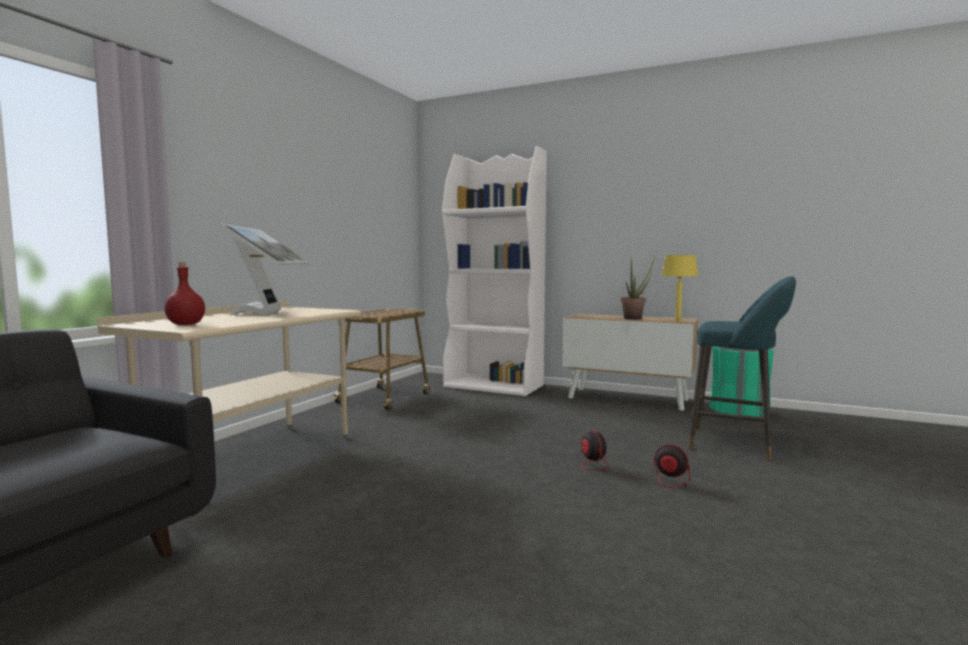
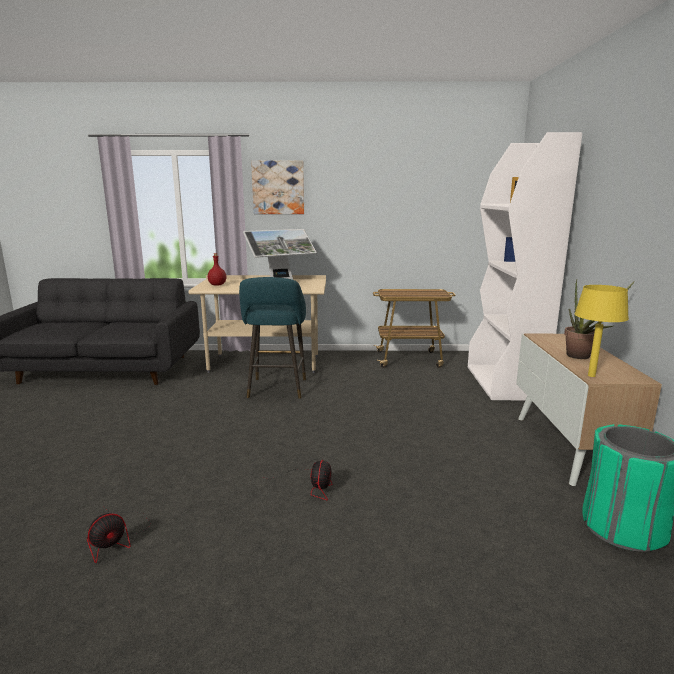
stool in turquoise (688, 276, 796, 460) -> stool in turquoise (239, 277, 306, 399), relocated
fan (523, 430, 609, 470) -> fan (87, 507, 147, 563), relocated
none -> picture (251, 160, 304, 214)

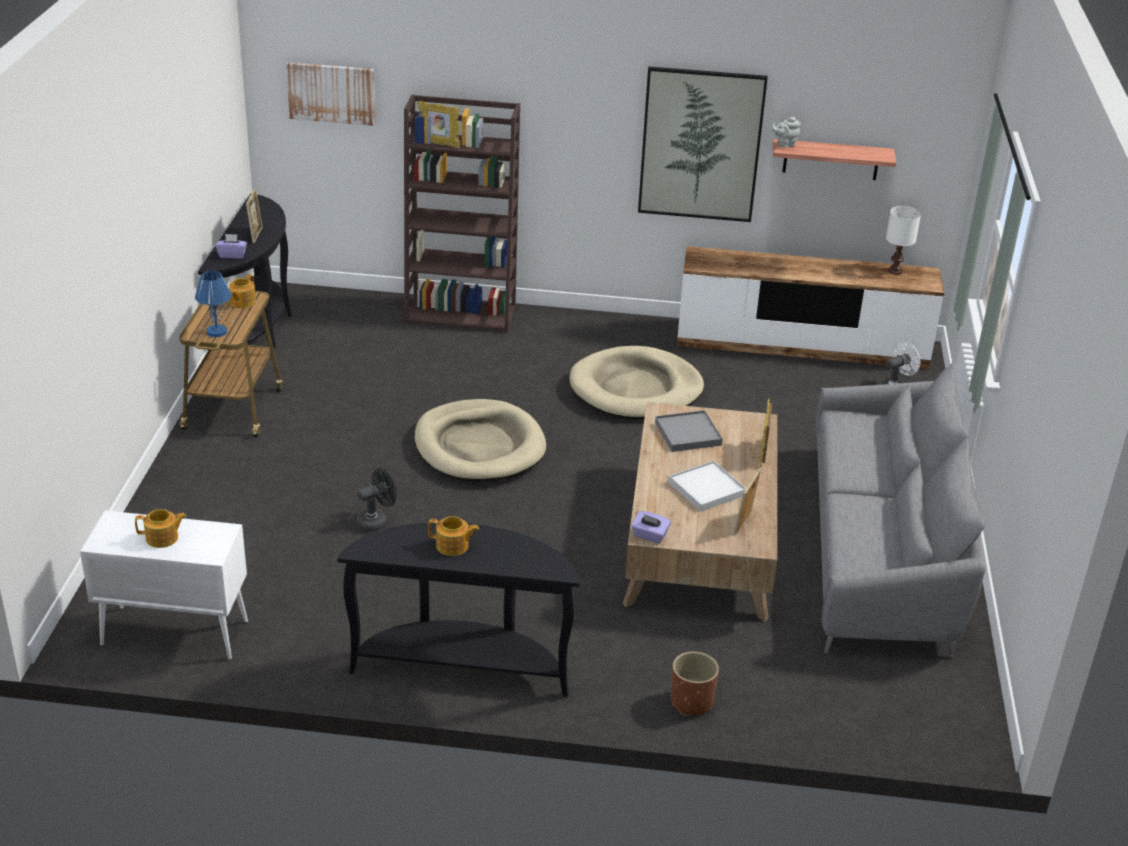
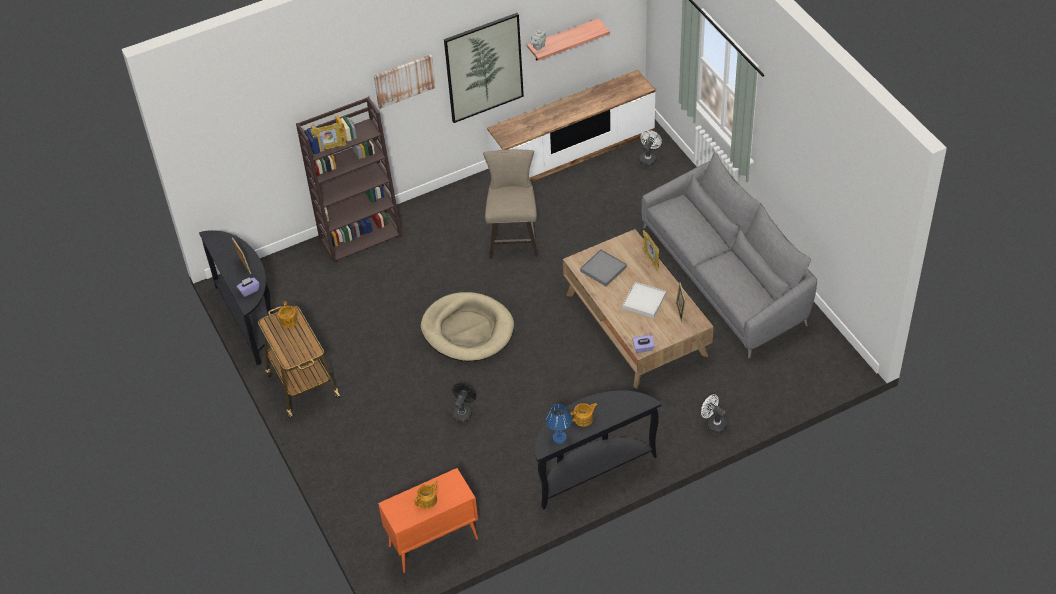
picture (286, 62, 375, 126) -> picture (374, 55, 436, 109), relocated
table lamp in white (886, 206, 921, 275) -> none
table lamp in blue (195, 271, 232, 337) -> table lamp in blue (546, 404, 572, 444), relocated
dog bed in beige (569, 346, 704, 420) -> stool in beige (483, 149, 538, 259)
cabinet in white (80, 510, 248, 660) -> cabinet in orange (378, 468, 478, 573)
planter in brown (671, 651, 719, 716) -> fan in white (701, 394, 727, 434)

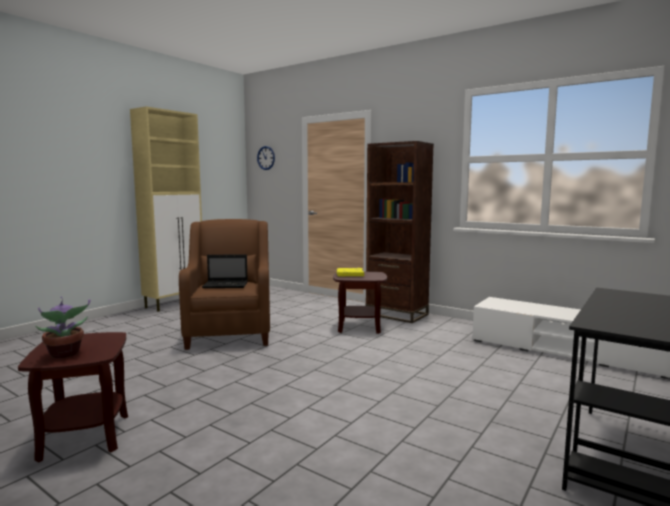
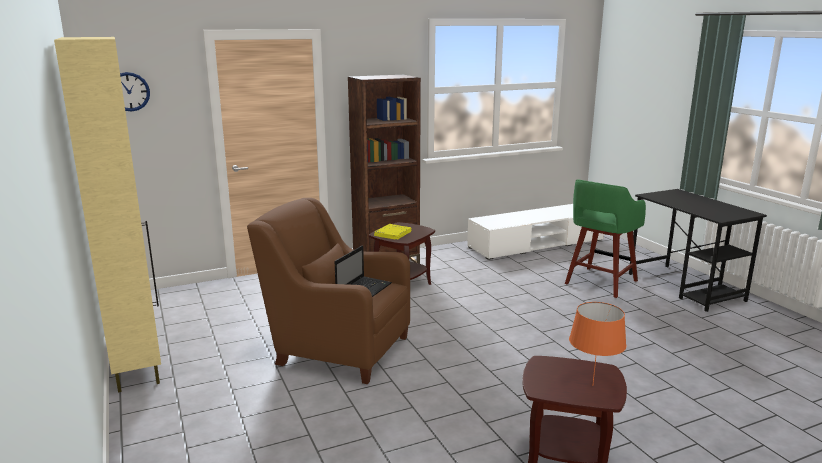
potted plant (35, 297, 91, 358) -> table lamp in orange (569, 302, 626, 386)
none -> stool in green (565, 180, 646, 298)

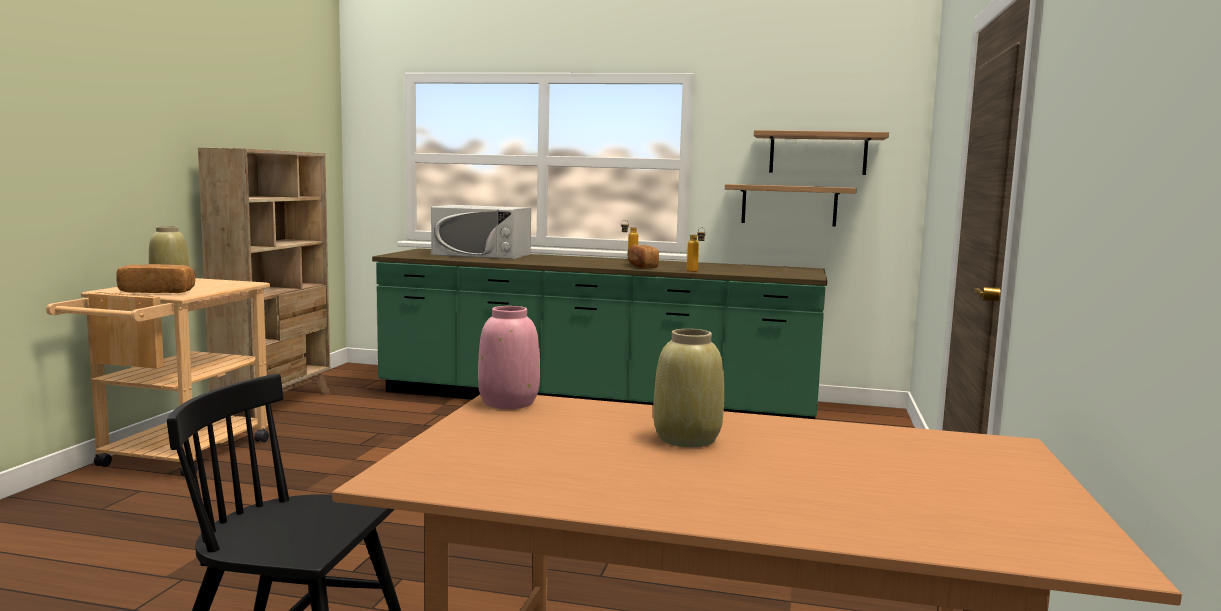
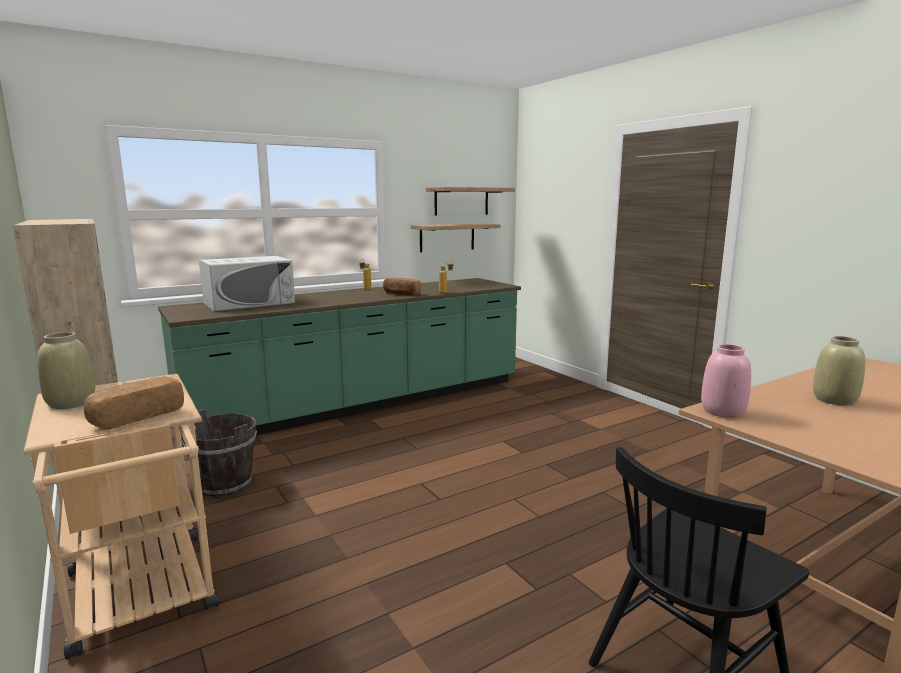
none -> bucket in brown (181, 409, 257, 497)

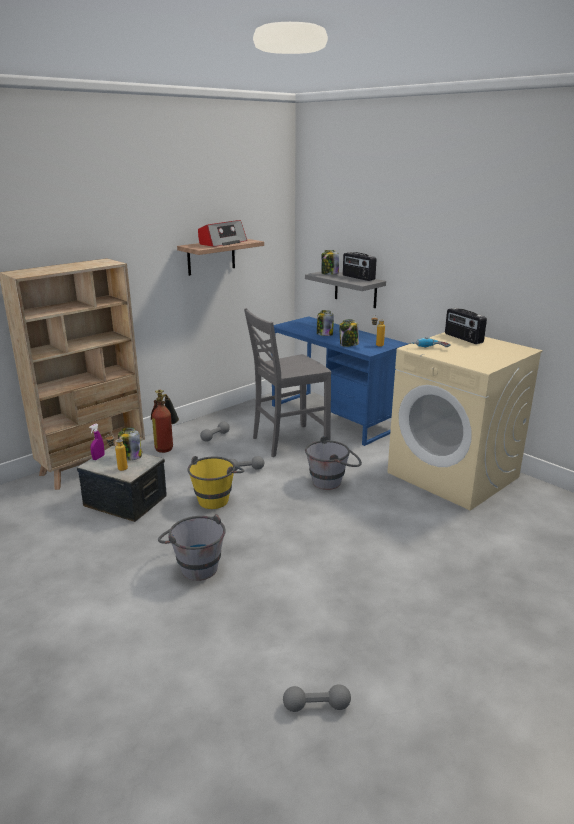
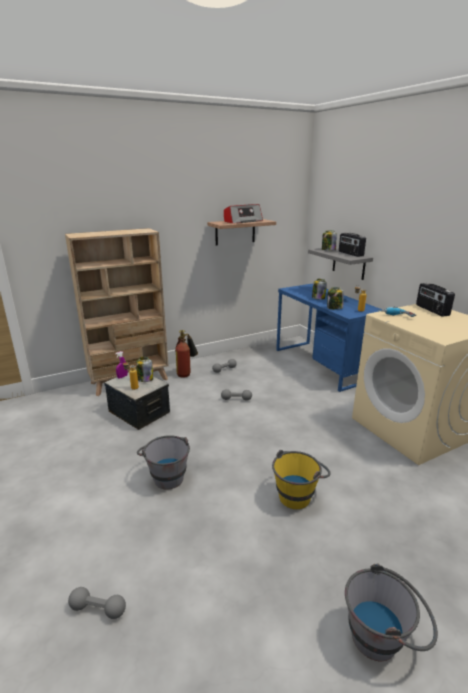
chair in grey (244, 308, 331, 457) -> none
bucket in grey (305, 436, 362, 490) -> bucket in grey (345, 563, 438, 661), relocated
bucket in yellow (188, 456, 244, 509) -> bucket in yellow (272, 450, 331, 509), relocated
dumbbell in grey (283, 684, 351, 712) -> dumbbell in grey (68, 587, 126, 619), relocated

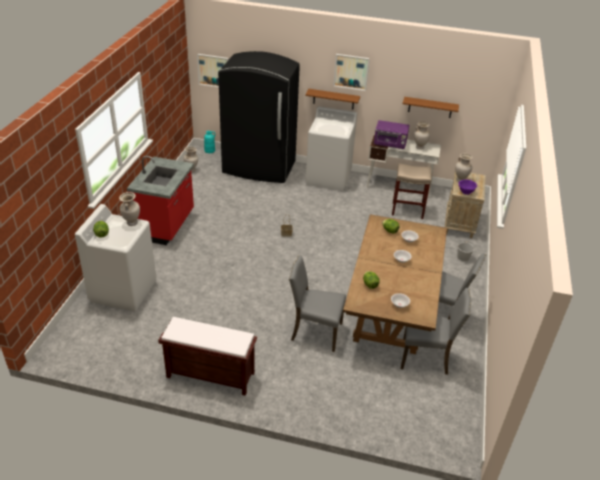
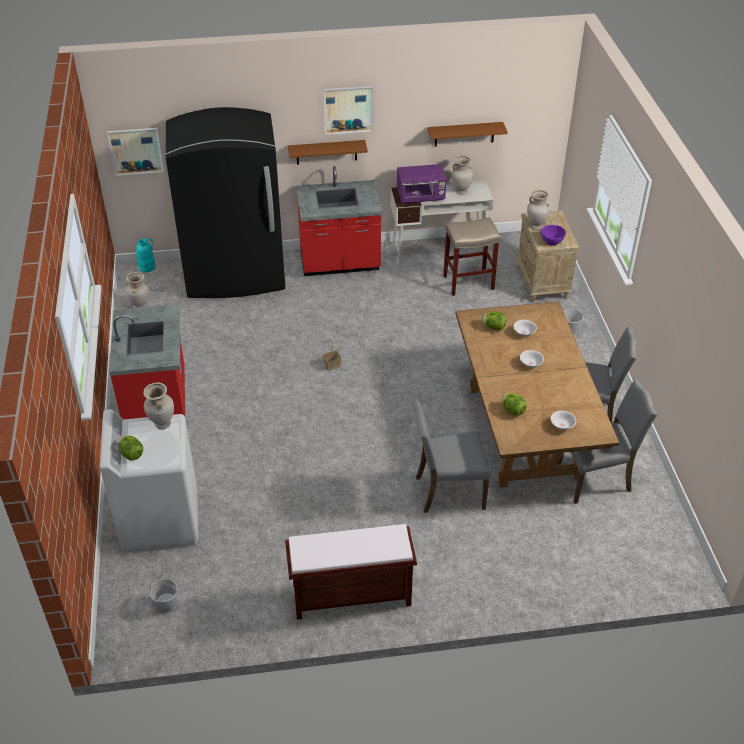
washing machine in white (306, 106, 357, 191) -> counter in red (296, 166, 382, 276)
none -> bucket in white (149, 579, 178, 613)

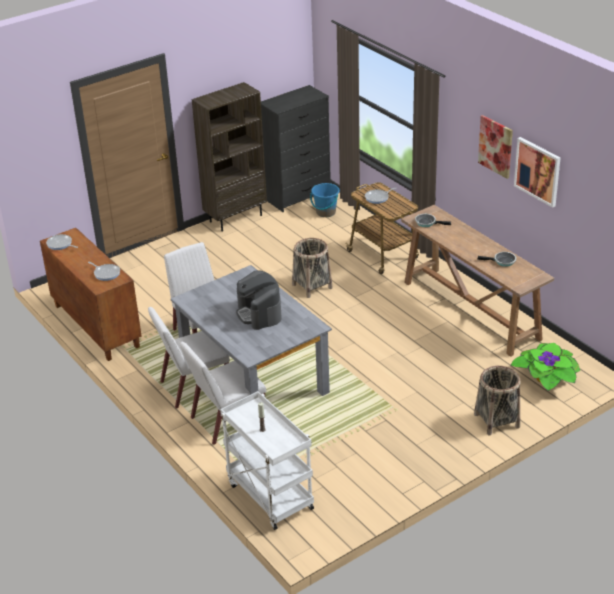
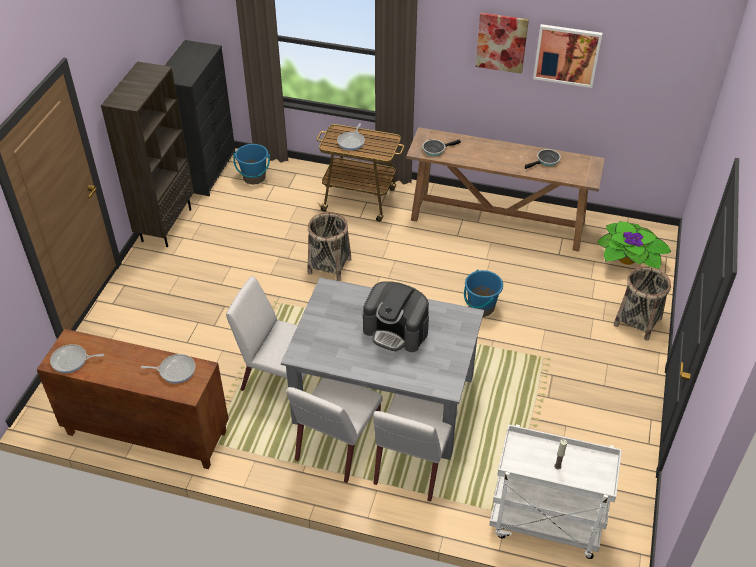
none -> bucket in blue (464, 270, 503, 317)

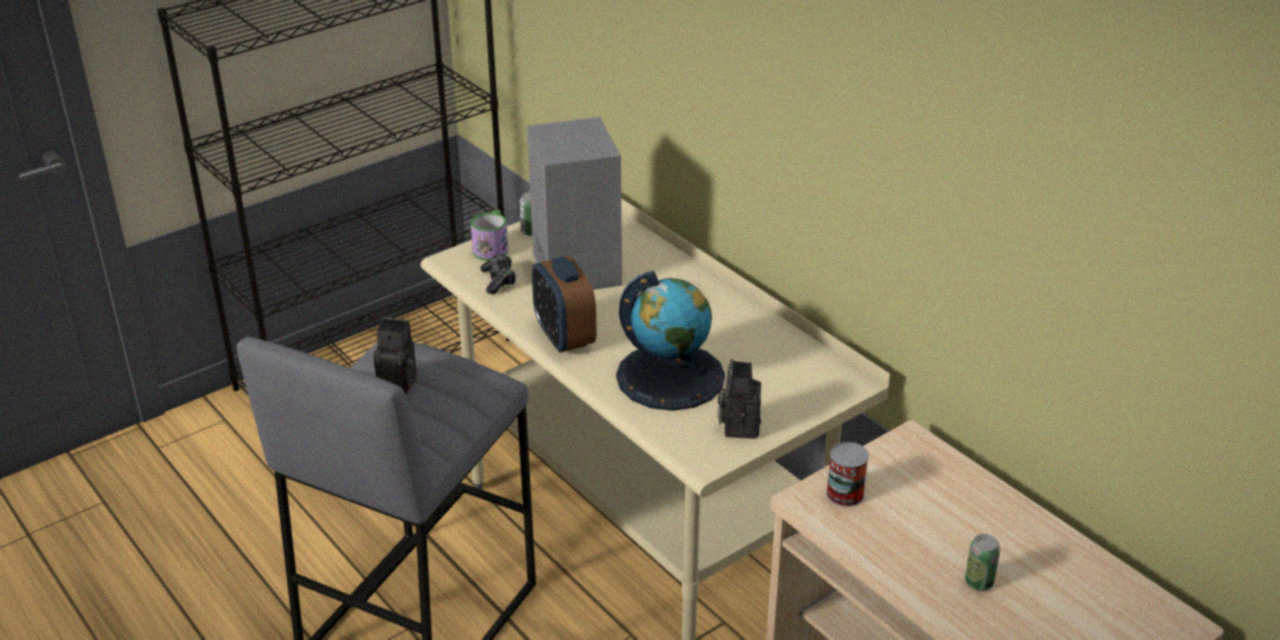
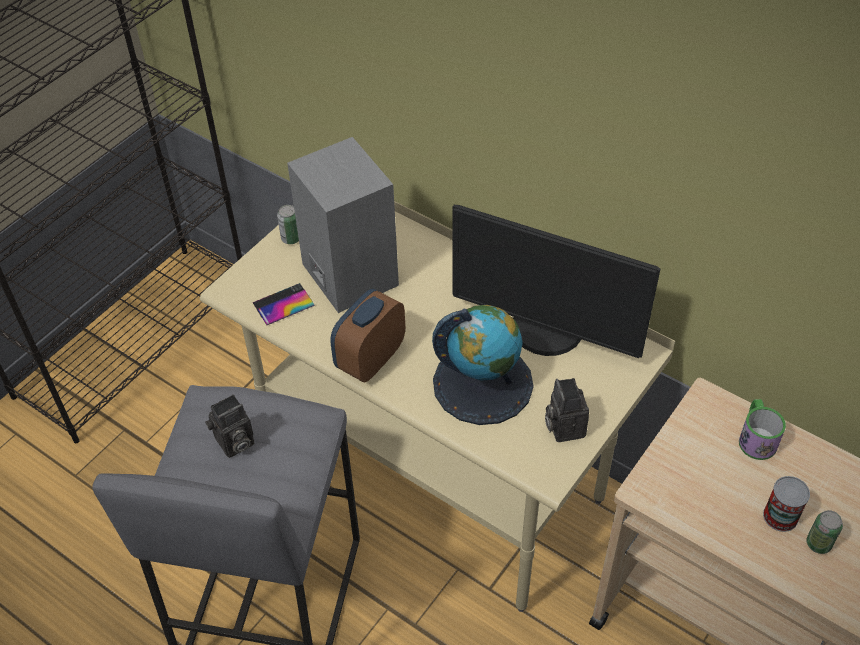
mug (470, 209, 508, 261) -> mug (739, 399, 786, 460), relocated
game controller (480, 254, 516, 294) -> phone (253, 283, 315, 325)
alarm clock (532, 256, 597, 353) -> alarm clock (330, 289, 405, 382), 75 degrees clockwise
photo camera (373, 317, 417, 394) -> photo camera (205, 394, 254, 458), 150 degrees clockwise
can (826, 442, 869, 507) -> can (763, 476, 810, 532), relocated
none -> monitor (452, 205, 660, 358)

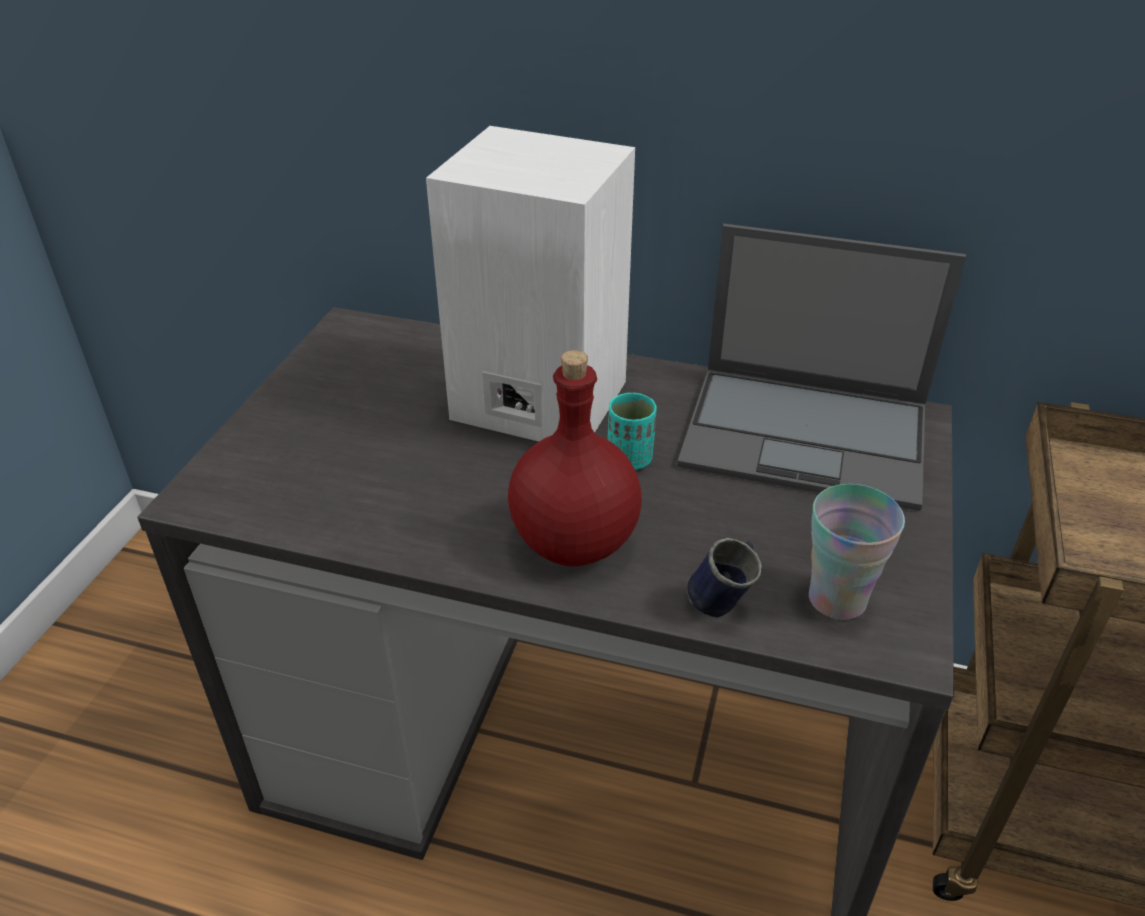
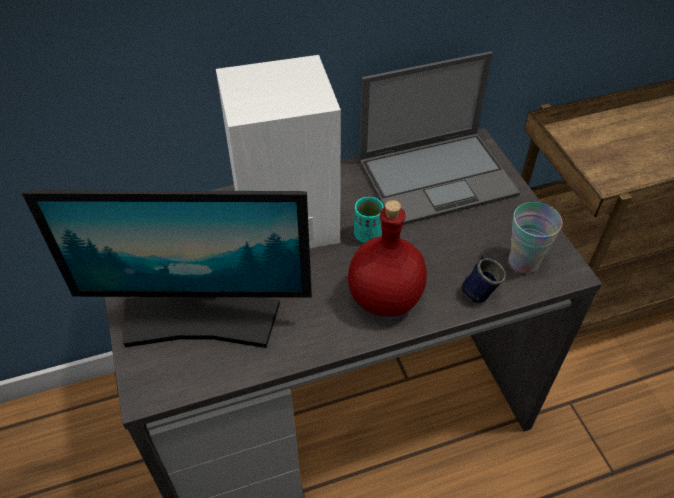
none -> monitor (22, 190, 312, 348)

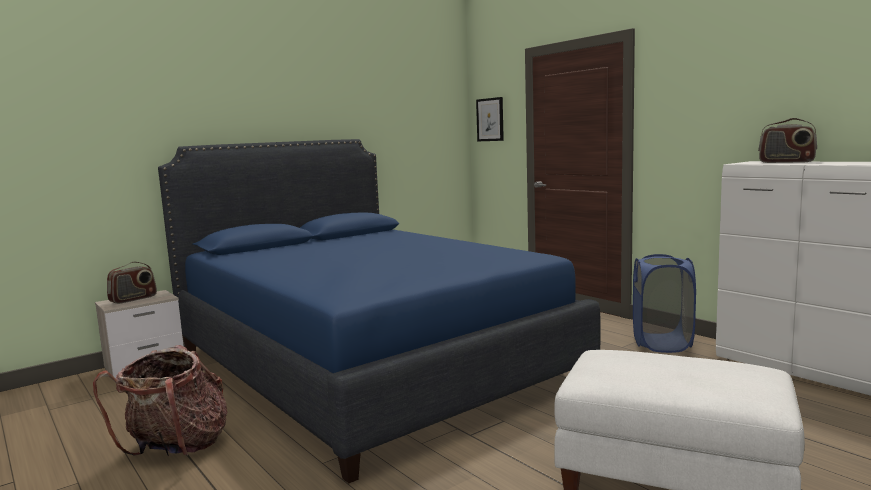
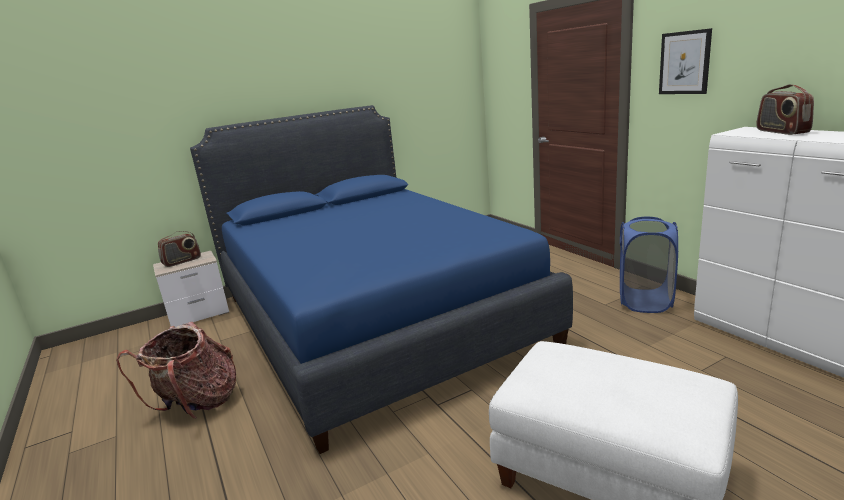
picture (476, 97, 504, 141) -> picture (659, 28, 712, 94), relocated
radio (758, 118, 817, 163) -> radio (756, 84, 814, 135), 45 degrees clockwise

